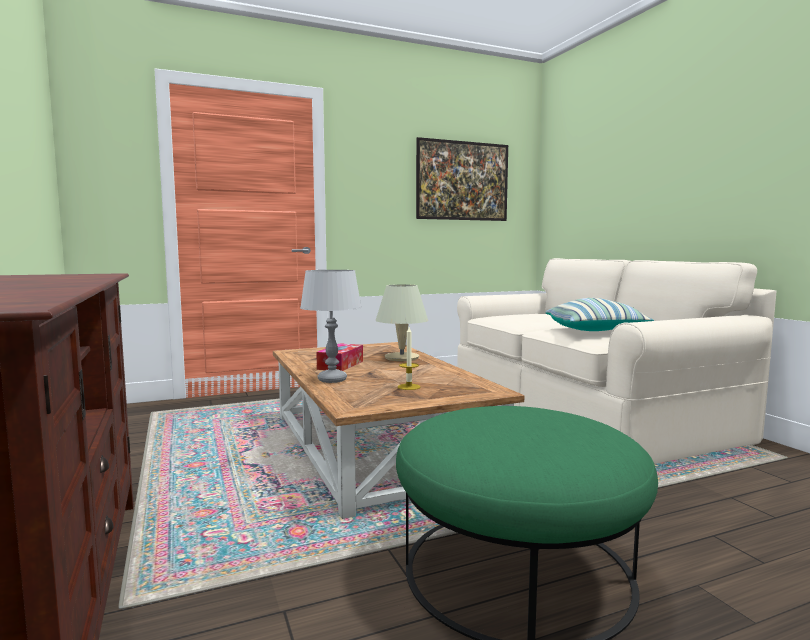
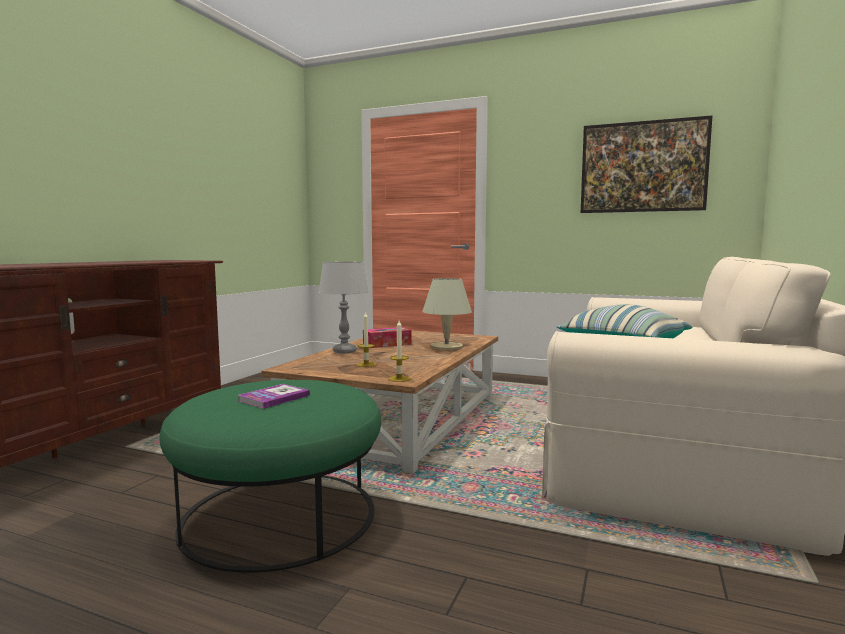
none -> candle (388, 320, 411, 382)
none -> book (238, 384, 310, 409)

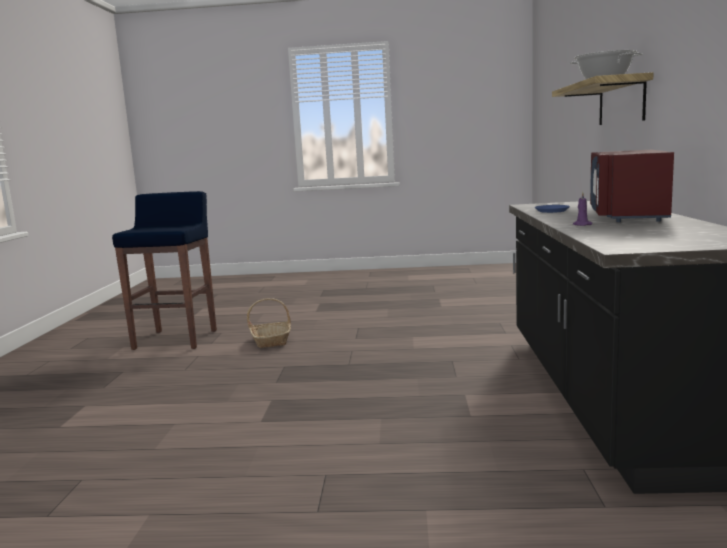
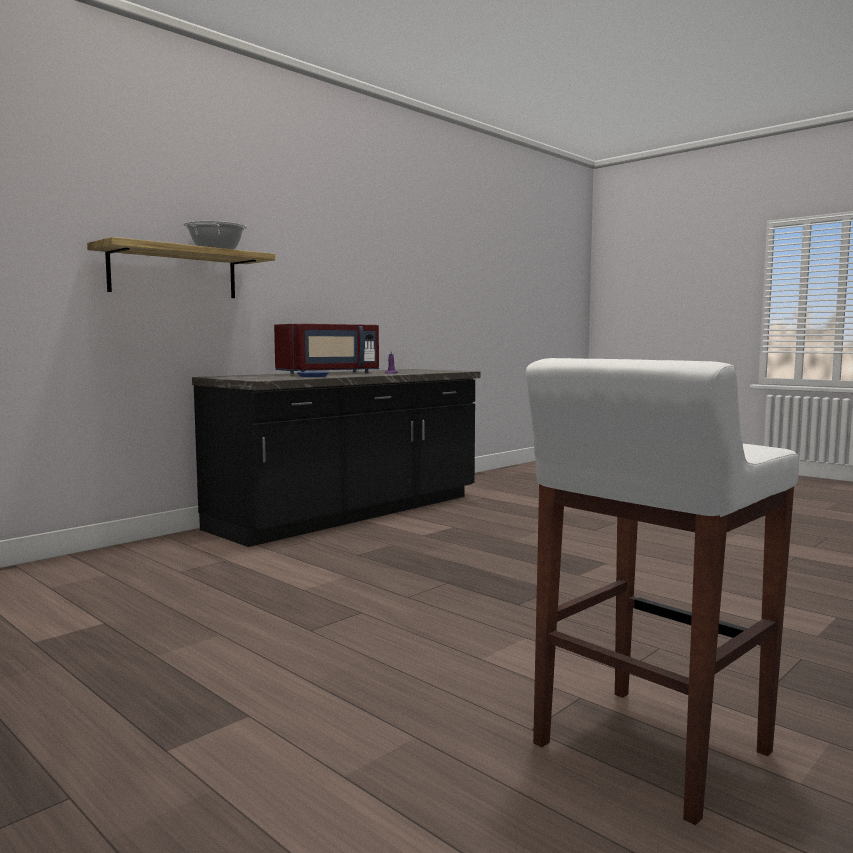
stool in blue (112, 191, 217, 350) -> stool in white (526, 358, 799, 825)
basket (247, 298, 291, 348) -> none

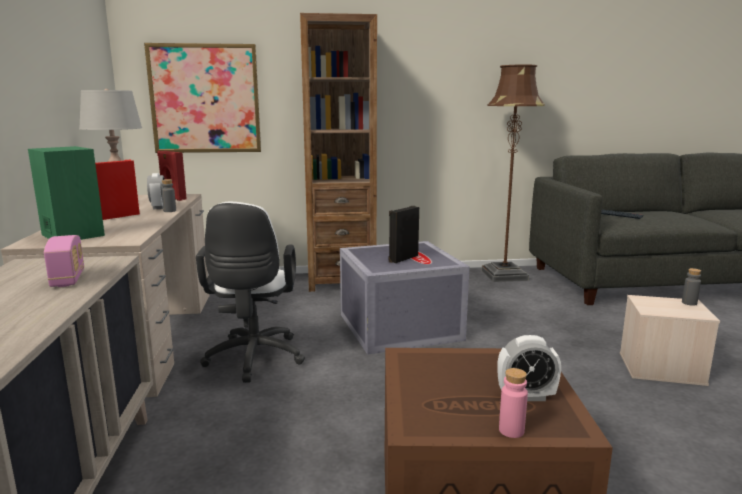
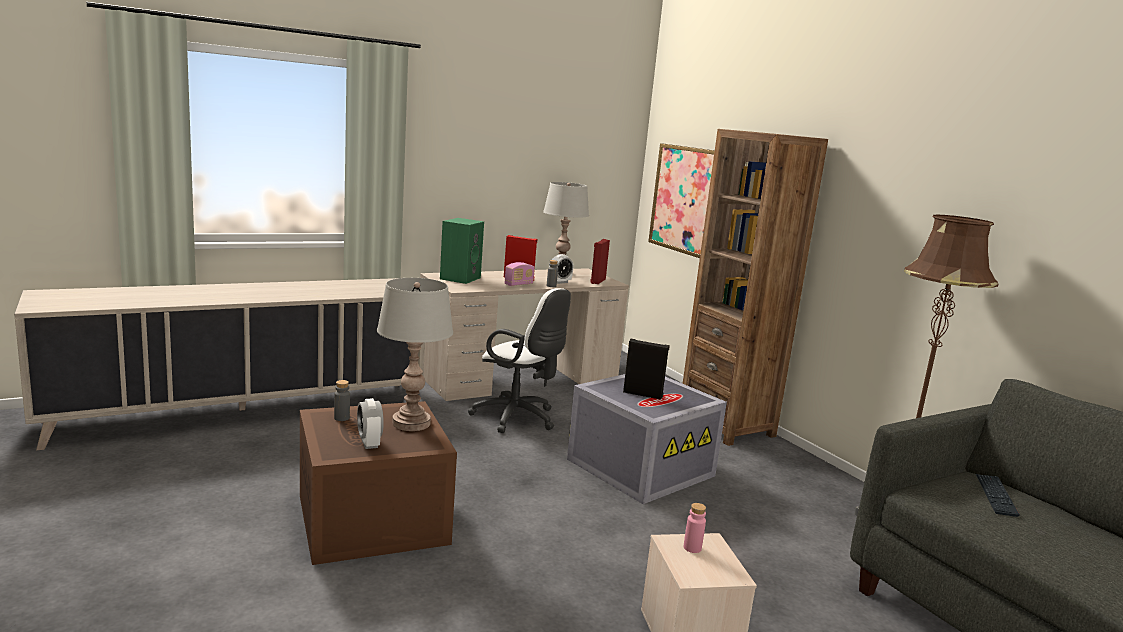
office chair in white (196, 202, 305, 383) -> office chair in white (468, 288, 571, 433), 120 degrees counterclockwise
radio (44, 235, 84, 287) -> radio (505, 262, 535, 286), relocated
bottle in grey (682, 268, 701, 306) -> bottle in grey (334, 380, 350, 421), relocated
bottle in pink (499, 368, 528, 438) -> bottle in pink (684, 503, 706, 553), relocated
none -> table lamp in grey (377, 278, 453, 431)

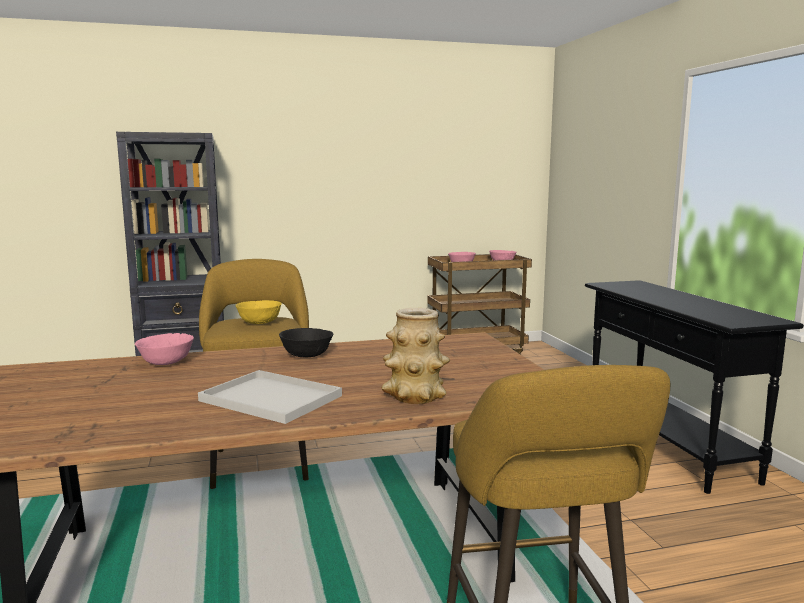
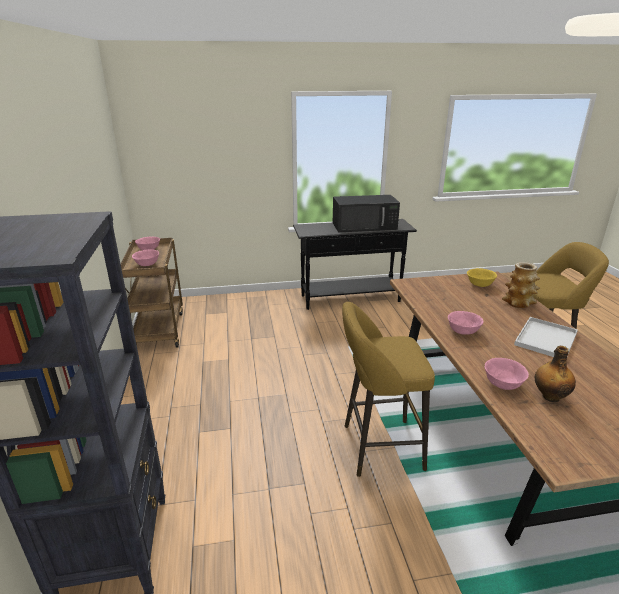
bowl in yellow (236, 300, 282, 324) -> bowl in yellow (467, 268, 497, 287), relocated
bowl in black (279, 328, 333, 357) -> bowl in pink (448, 311, 484, 335)
none -> microwave in black (333, 195, 400, 232)
none -> bottle (535, 346, 576, 403)

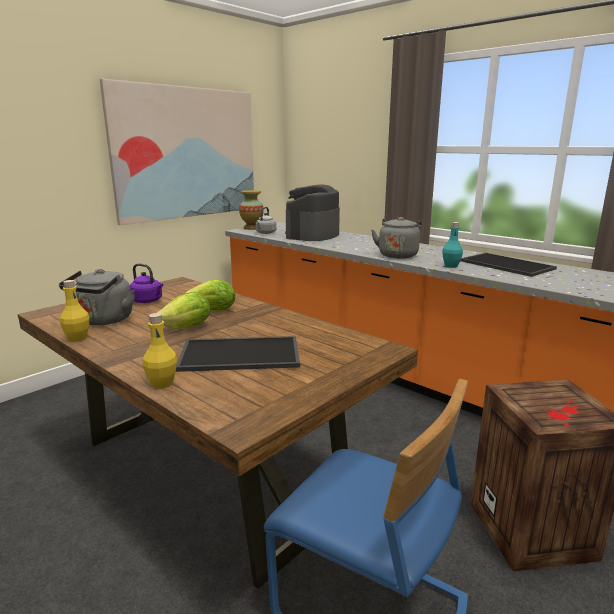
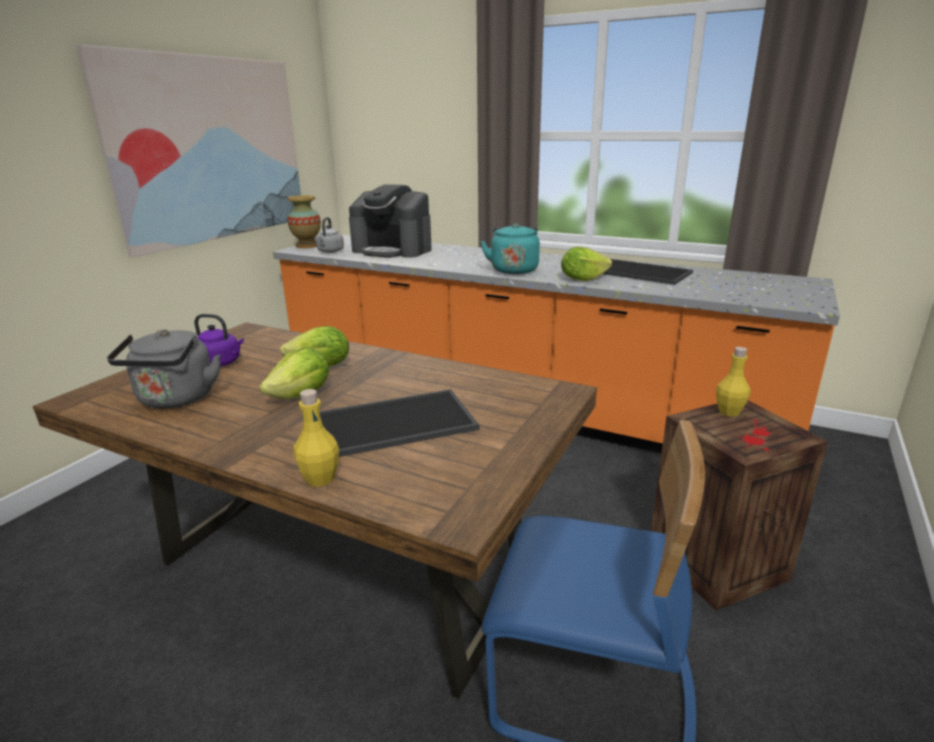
coffee machine (285, 184, 340, 241) -> coffee machine (349, 184, 432, 258), 75 degrees counterclockwise
kettle in grey (371, 217, 422, 258) -> kettle in turquoise (481, 223, 540, 274)
bottle in turquoise (442, 222, 463, 268) -> lettuce (561, 247, 612, 281)
bottle in yellow (60, 280, 89, 341) -> bottle in yellow (716, 347, 751, 417), relocated

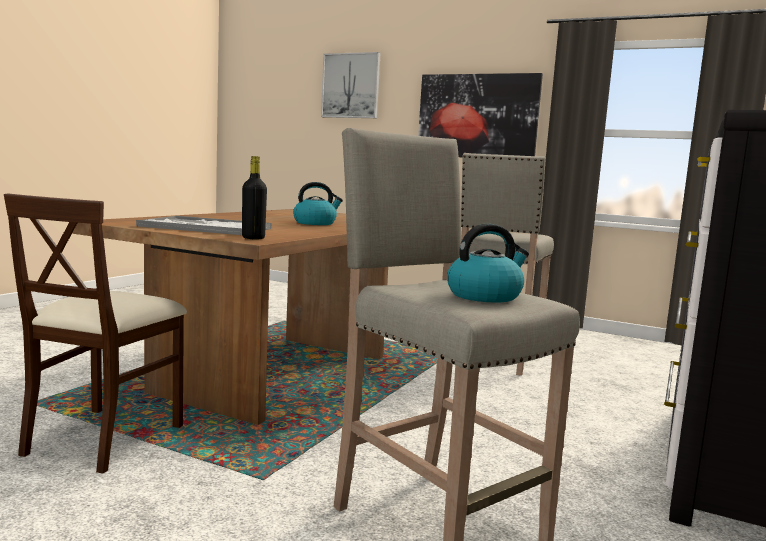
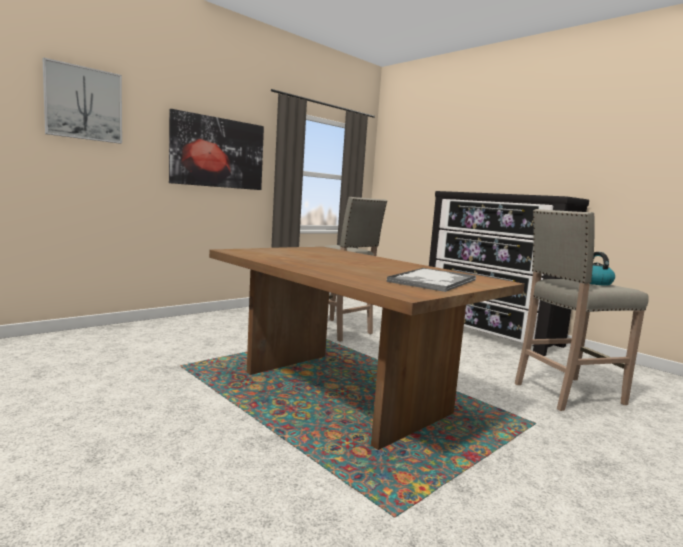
bottle in black (242, 156, 267, 239) -> none
kettle (293, 182, 343, 225) -> none
chair in beige (4, 193, 187, 474) -> none

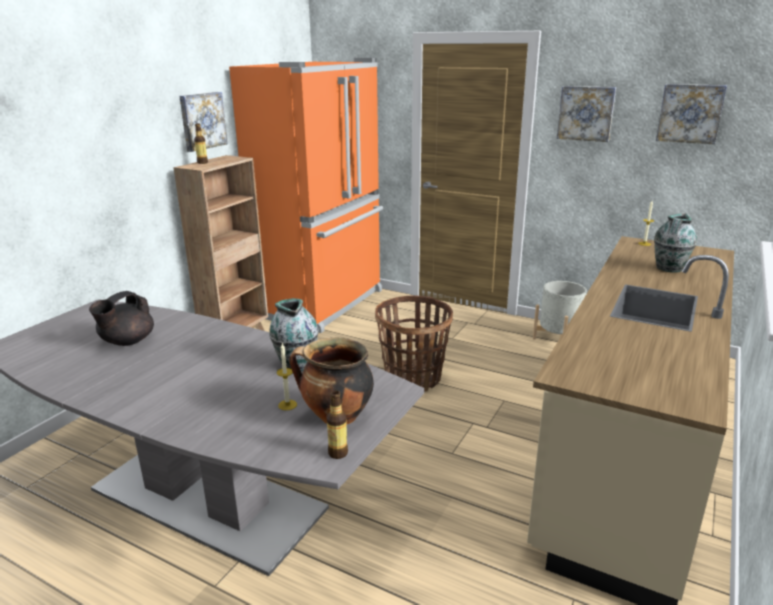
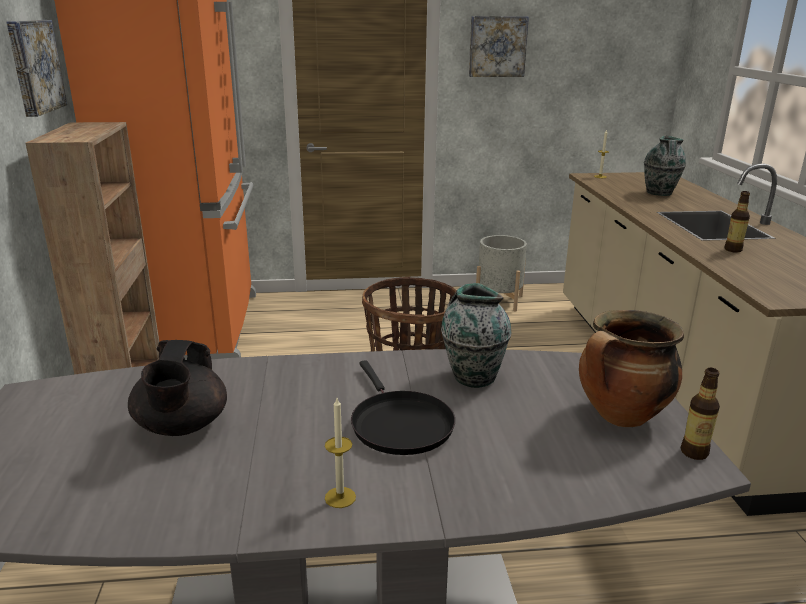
picture (656, 84, 727, 144) -> none
bottle (194, 124, 208, 164) -> bottle (724, 191, 750, 253), relocated
candle (277, 343, 297, 410) -> candle (325, 398, 356, 508), relocated
none -> frying pan in black (351, 360, 455, 455)

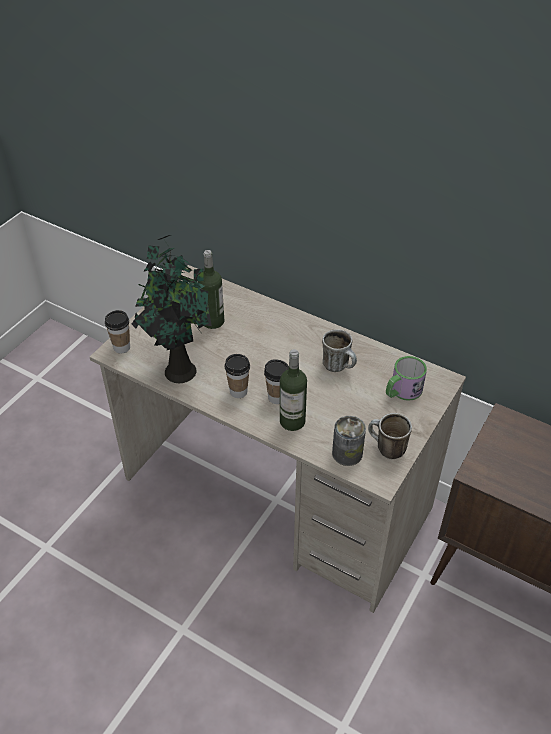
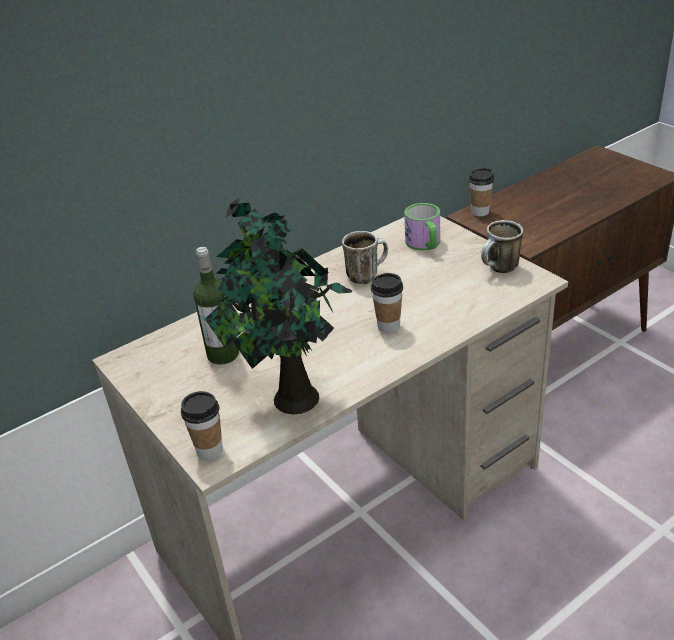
bottle (280, 349, 307, 431) -> none
cup (225, 354, 250, 398) -> cup (469, 168, 494, 216), relocated
can (332, 416, 366, 466) -> none

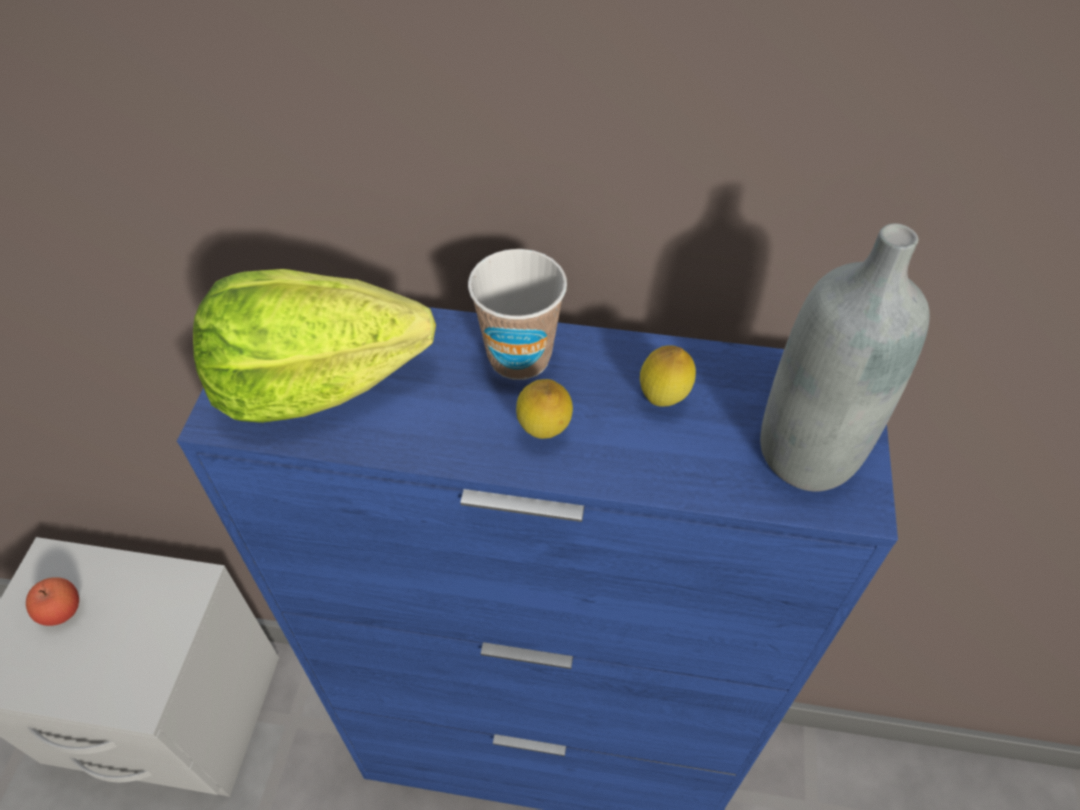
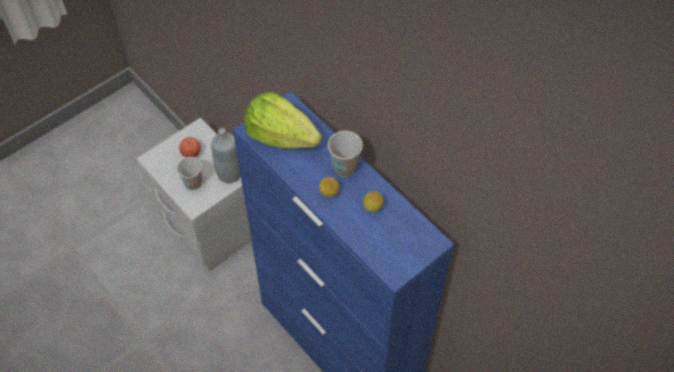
bottle in grey (760, 223, 930, 492) -> bottle in grey (211, 128, 241, 183), relocated
none -> cup (177, 157, 202, 190)

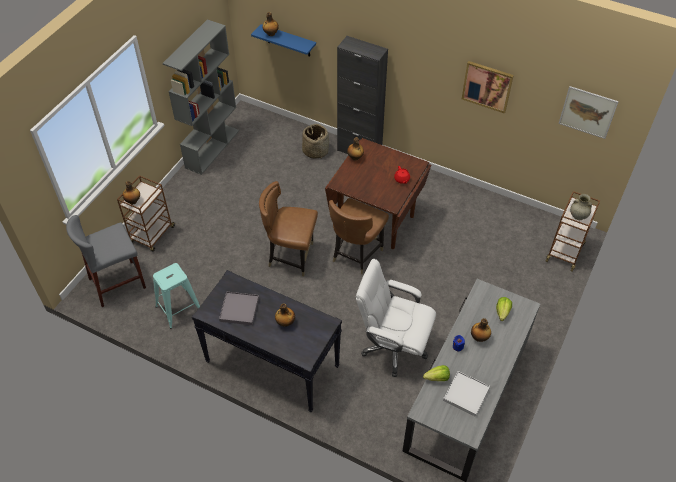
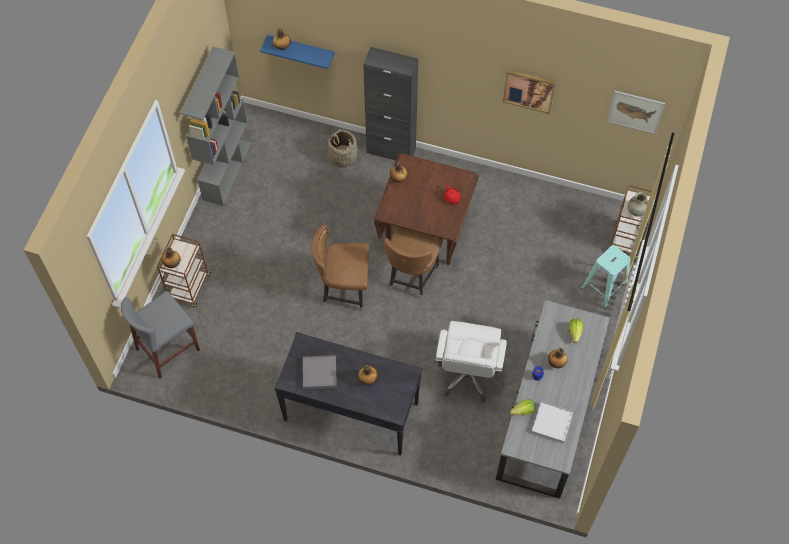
office chair in white (356, 259, 436, 377) -> office chair in white (435, 321, 507, 403), 90 degrees counterclockwise
stool in turquoise (153, 263, 200, 329) -> stool in turquoise (581, 245, 631, 309), relocated

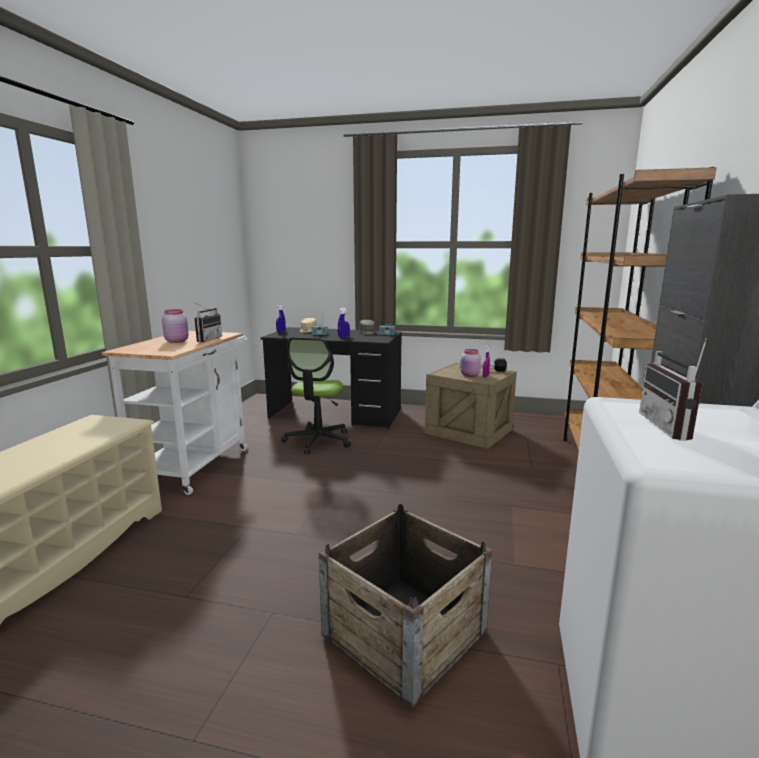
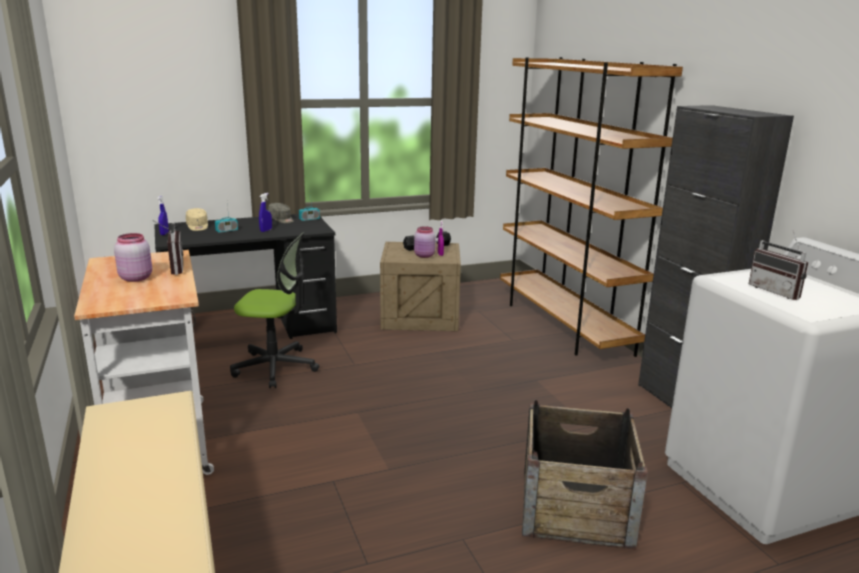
office chair (281, 337, 351, 454) -> office chair (230, 232, 319, 389), 60 degrees counterclockwise

